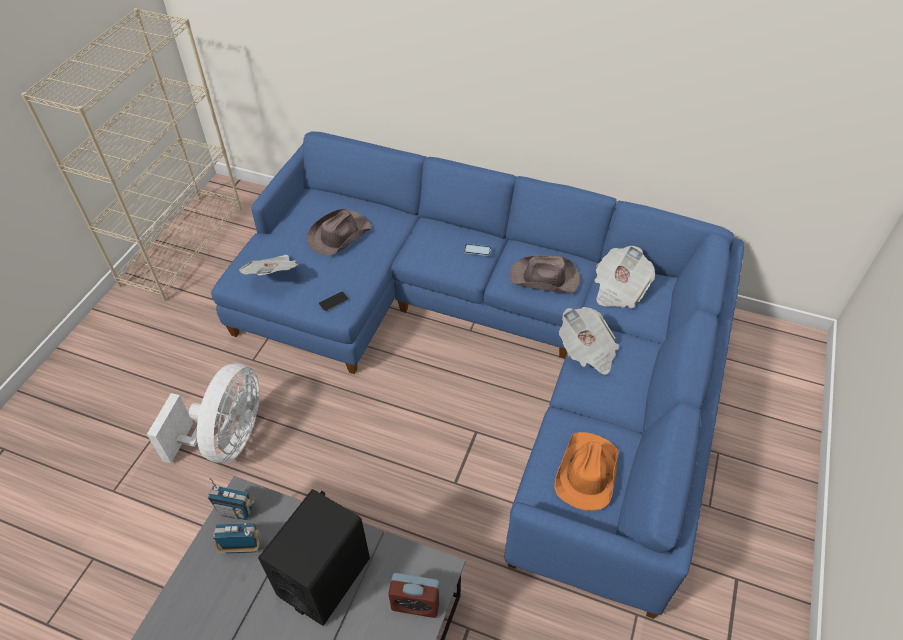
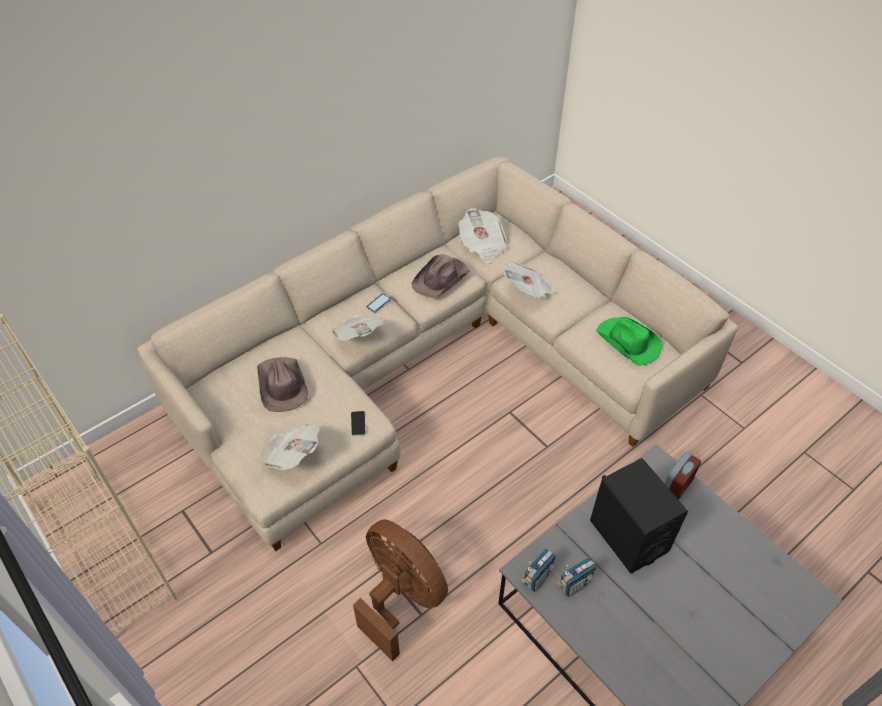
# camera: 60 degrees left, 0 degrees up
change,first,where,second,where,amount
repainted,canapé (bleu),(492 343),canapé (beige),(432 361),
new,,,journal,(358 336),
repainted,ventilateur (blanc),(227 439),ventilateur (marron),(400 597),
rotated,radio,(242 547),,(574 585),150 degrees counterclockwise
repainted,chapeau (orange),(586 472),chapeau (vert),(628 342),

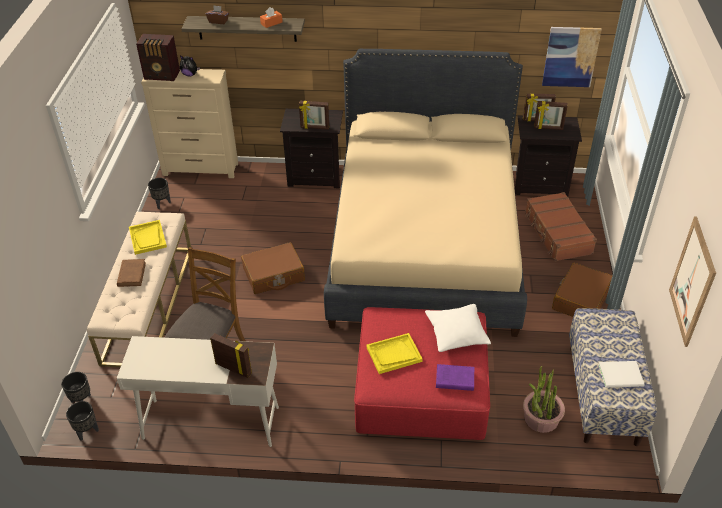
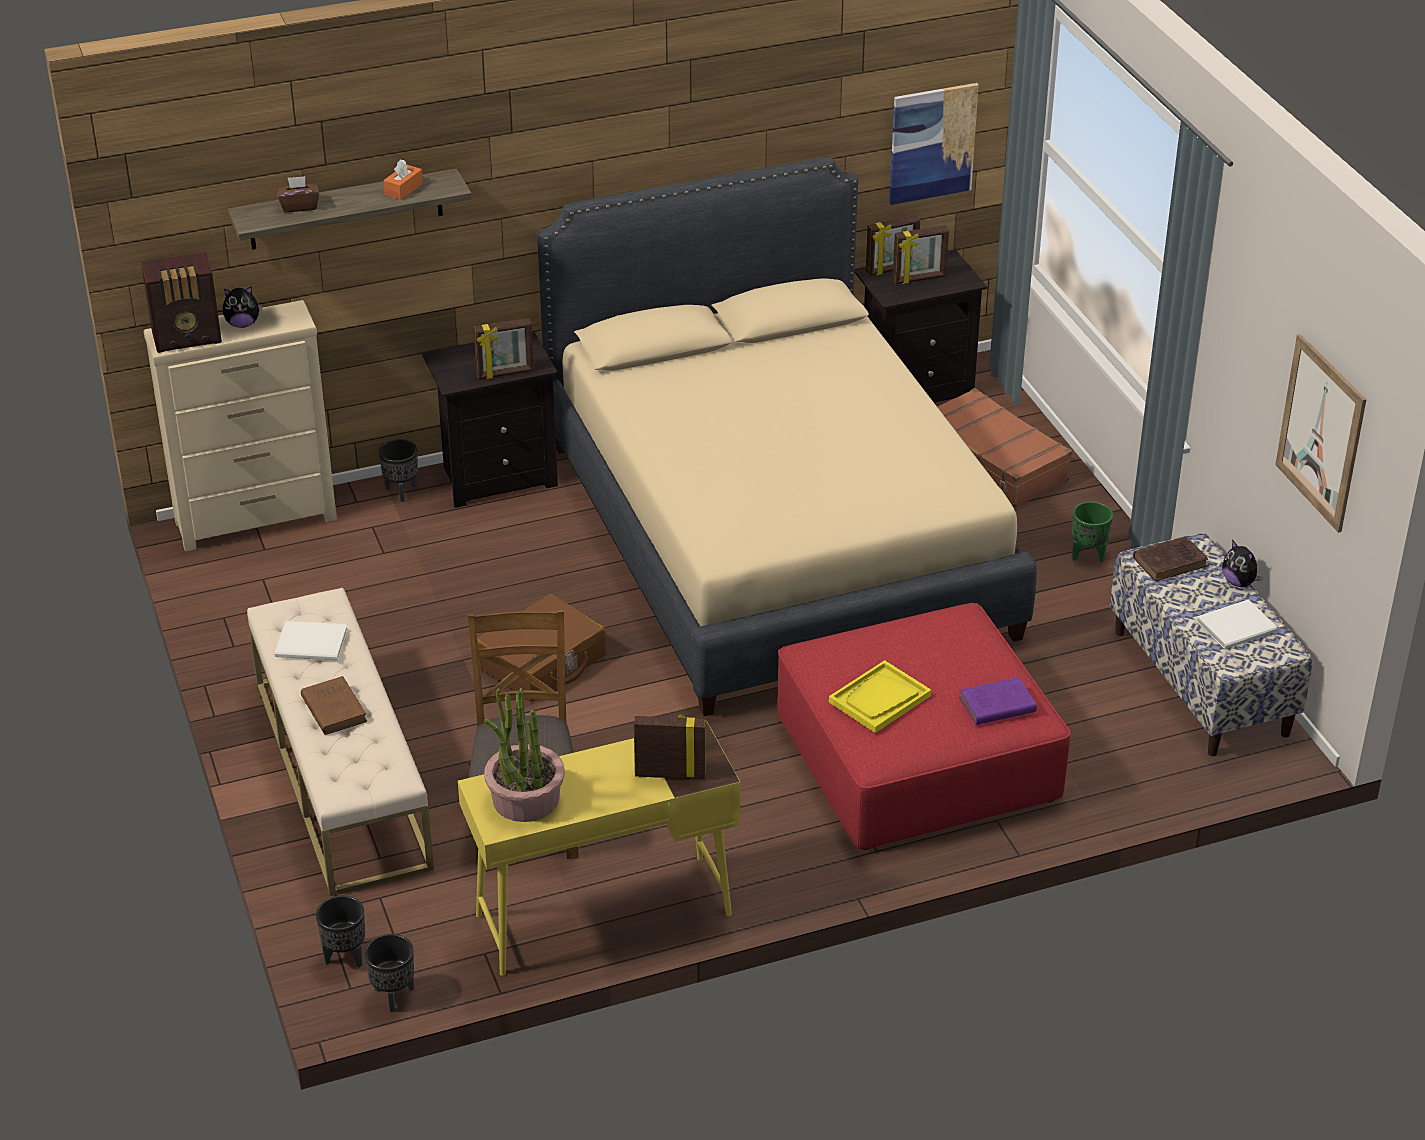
# camera: 25 degrees left, 5 degrees down
change,first,where,second,where,amount
swapped,plateau (jaune),(148 238),livre (blanc),(313 644),
shifted,cache-pot (noir),(162 204),,(401 492),
repainted,bureau (blanc),(210 422),bureau (jaune),(602 915),
shifted,plante en pot,(541 418),,(525 799),
swapped,valise (marron),(580 299),cache-pot (vert),(1088 555),
new,,,livre (marron),(1171 562),
new,,,peluche,(1239 582),
gone,coussin (blanc),(456 333),,,

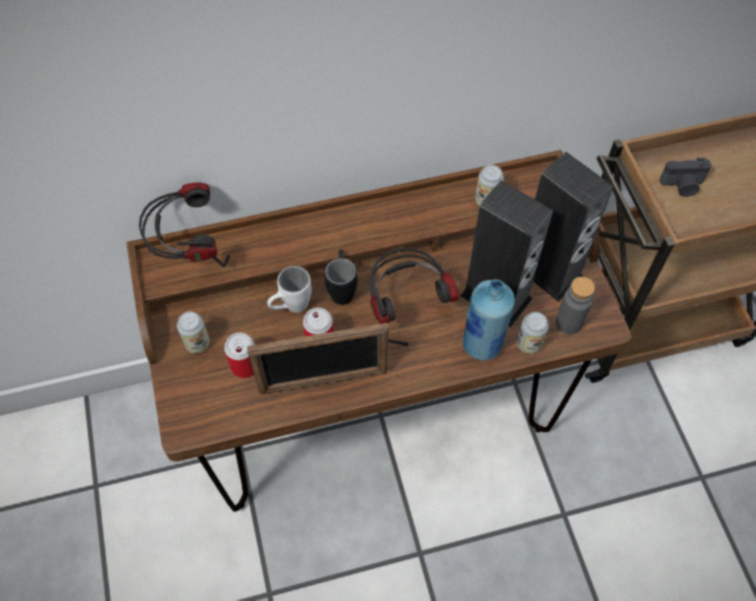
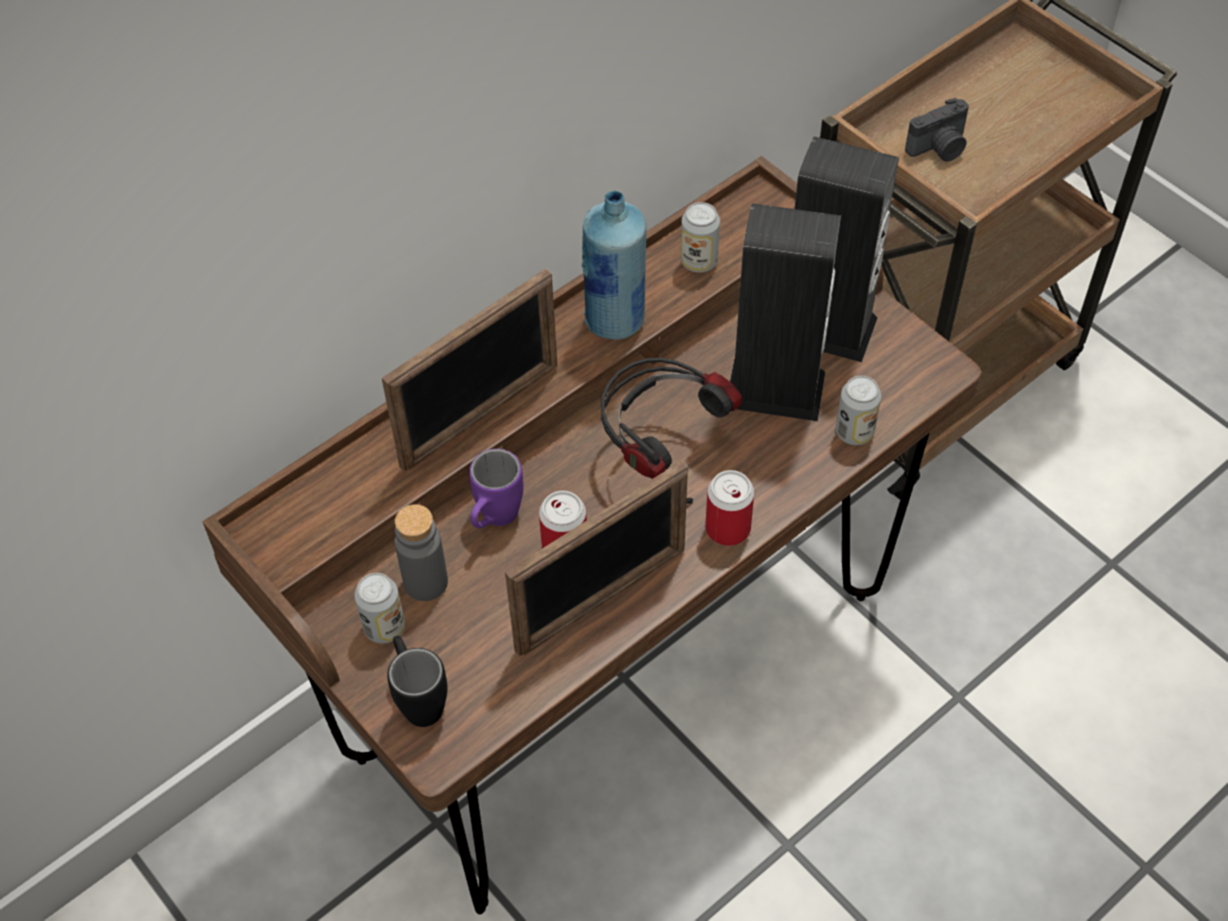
# camera: 25 degrees left, 5 degrees down
change,first,where,second,where,amount
new,,,cadre photo,(481 415),
shifted,mug (noir),(342 288),,(418 698),
shifted,bouteille (gris),(569 322),,(426 582),
repainted,mug (blanc),(290 307),mug (violet),(494 521),
shifted,bouteille (bleu),(482 345),,(615 320),
shifted,boîte métallique,(245 365),,(728 528),
gone,casque audio,(190 250),,,

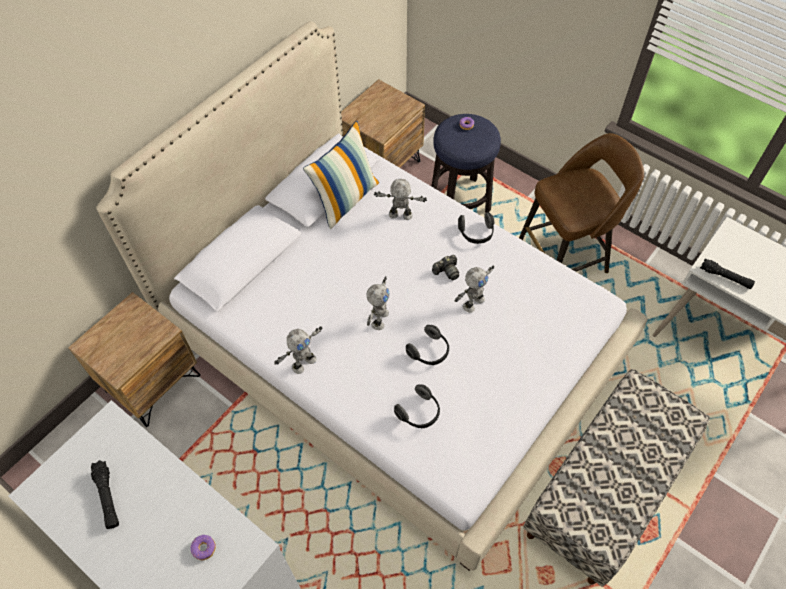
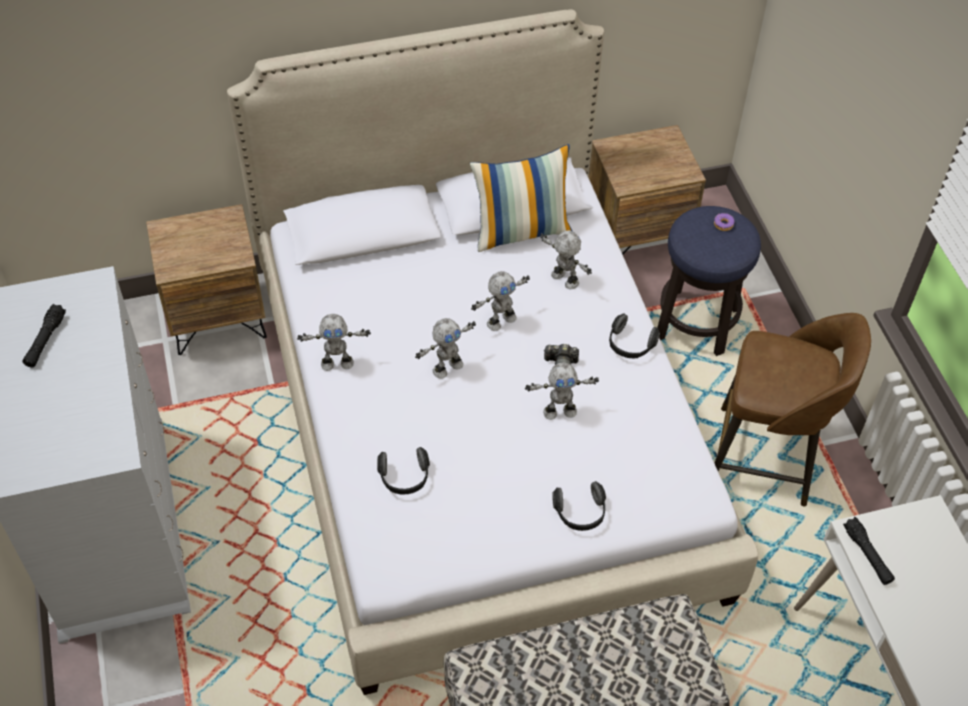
# camera: 35 degrees right, 5 degrees down
change,first,where,second,where,amount
new,,,robot jouet,(500 320),
shifted,casque audio,(429 351),,(580 513),
gone,beignet,(204 548),,,

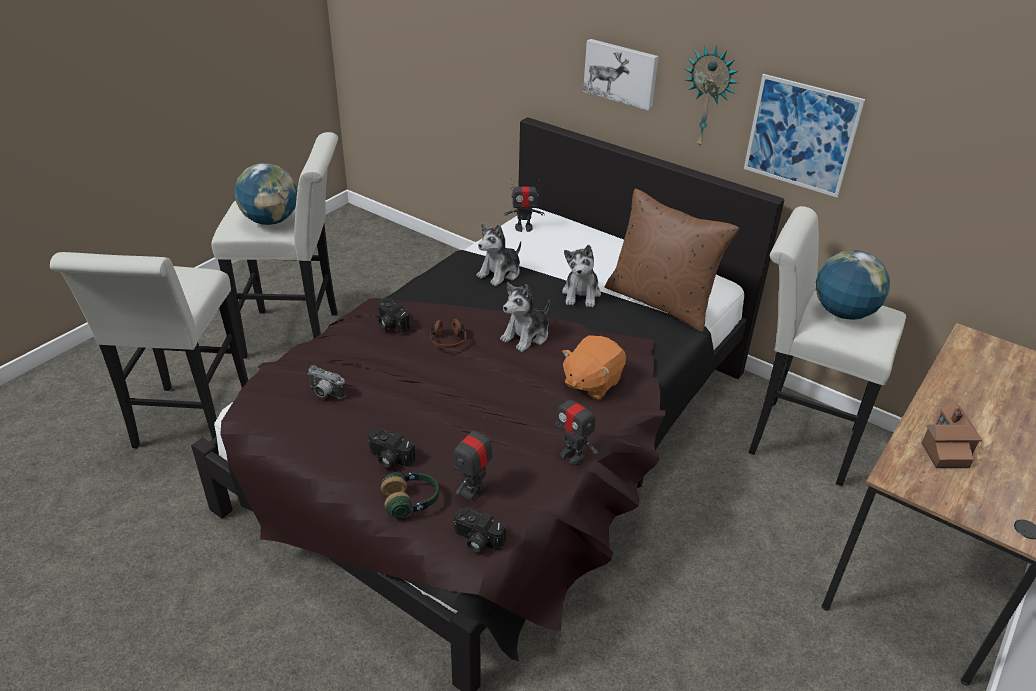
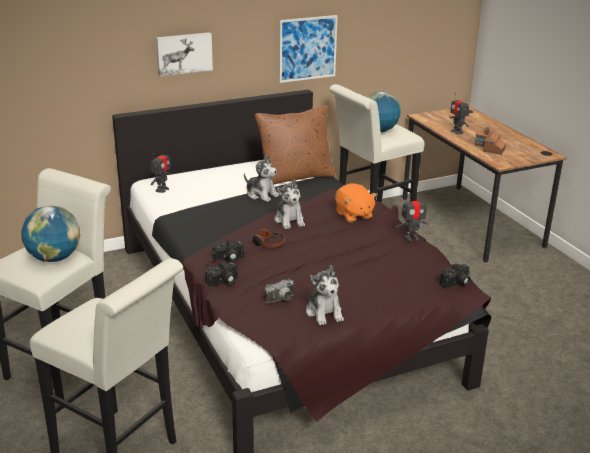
# camera: 60 degrees left, 10 degrees down
change,first,where,second,where,amount
shifted,appareil photo,(389 458),,(223 282),
shifted,peluche,(500 273),,(324 312),
shifted,robot jouet,(473 490),,(457 132),
gone,casque audio,(411 501),,,
gone,horloge murale,(709 97),,,

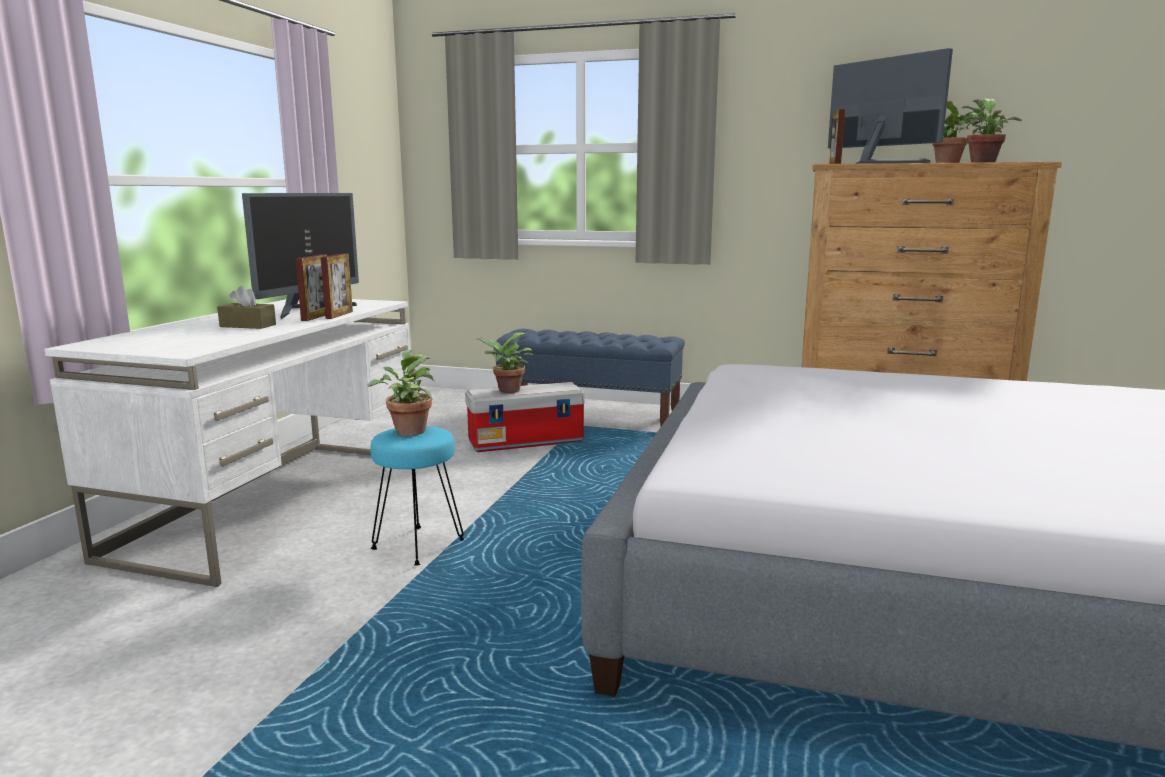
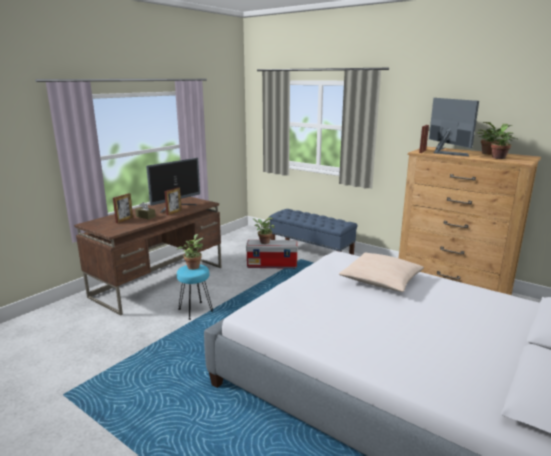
# camera: 20 degrees right, 5 degrees up
change,first,where,second,where,amount
repainted,bureau (blanc),(278 502),bureau (marron),(159 281),
shifted,cadre photo,(339 315),,(124 220),
new,,,coussin (beige),(381 280),

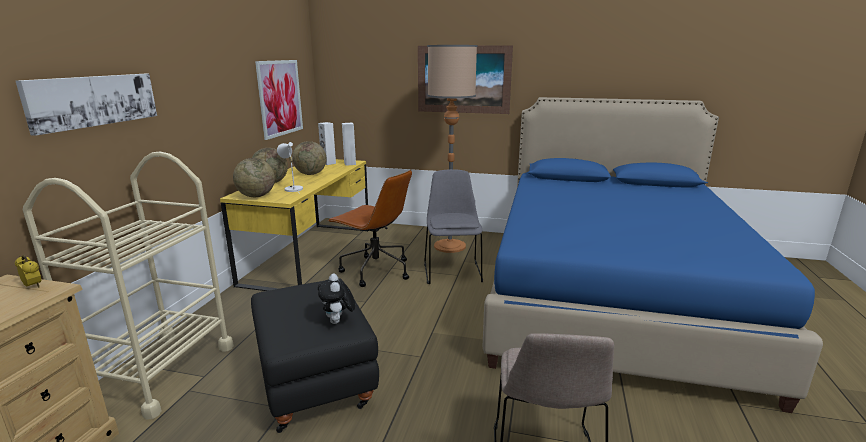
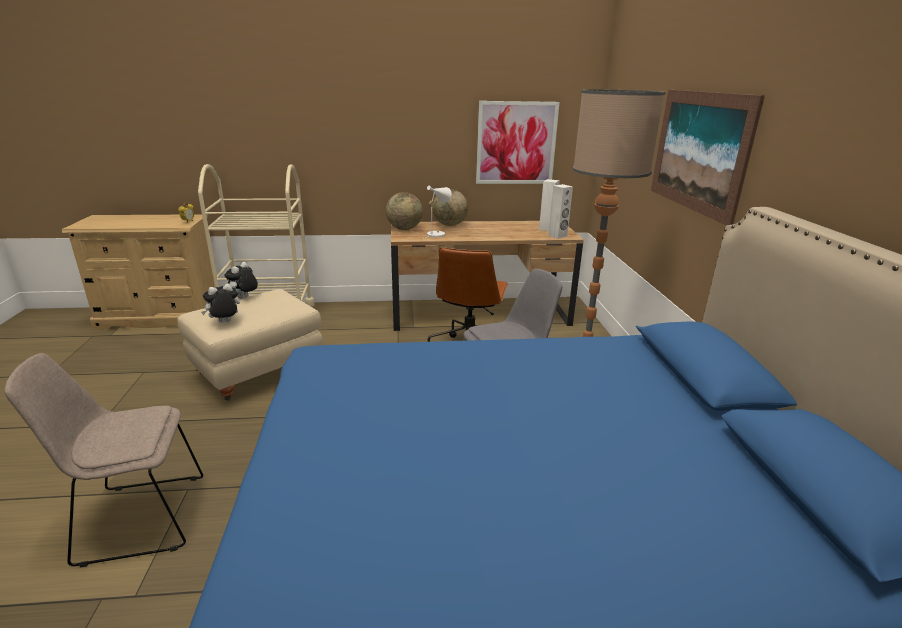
# camera: 70 degrees right, 5 degrees up
change,first,where,second,where,amount
repainted,pouf (noir),(317 384),pouf (beige),(258 374),
new,,,peluche,(244 298),
repainted,bureau (jaune),(311 254),bureau (marron),(479 313),
gone,tableau,(94 100),,,
gone,globe,(311 174),,,

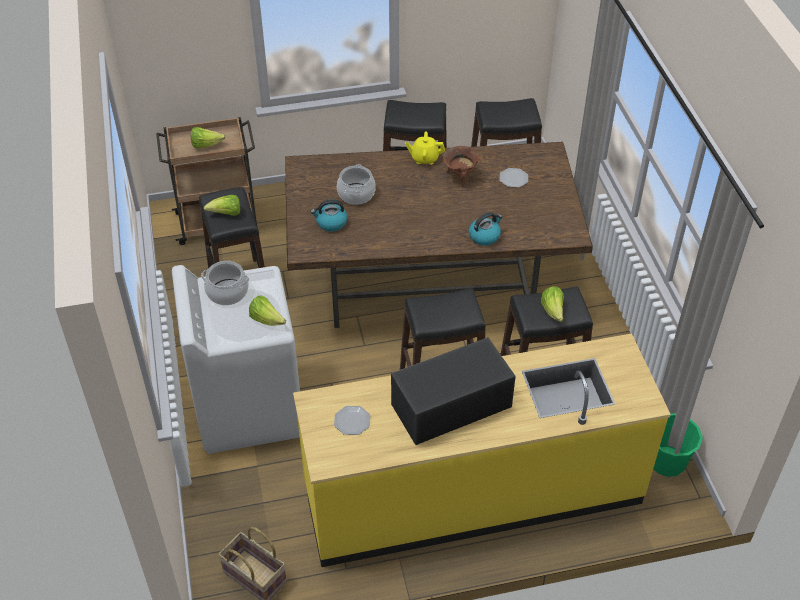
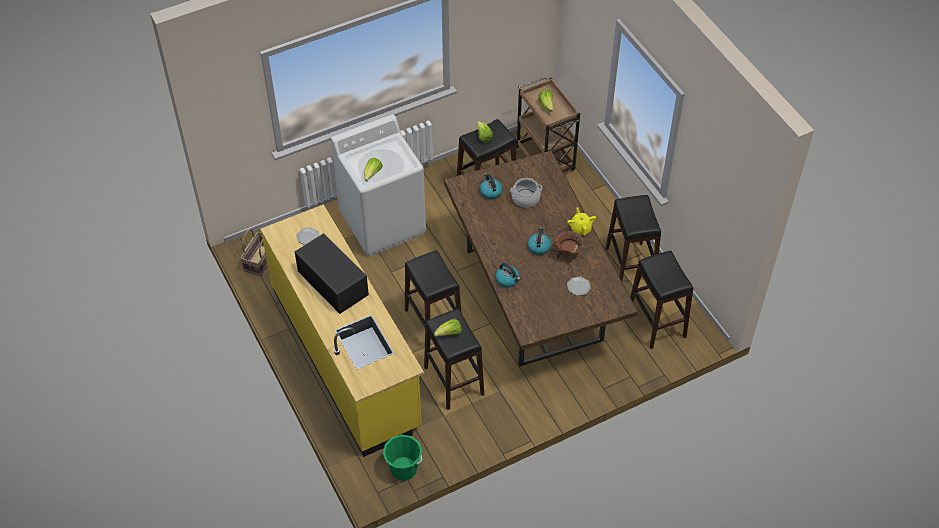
# camera: 75 degrees right, 5 degrees up
change,first,where,second,where,amount
new,,,bouilloire,(538 247),
gone,marmite,(227 292),,,

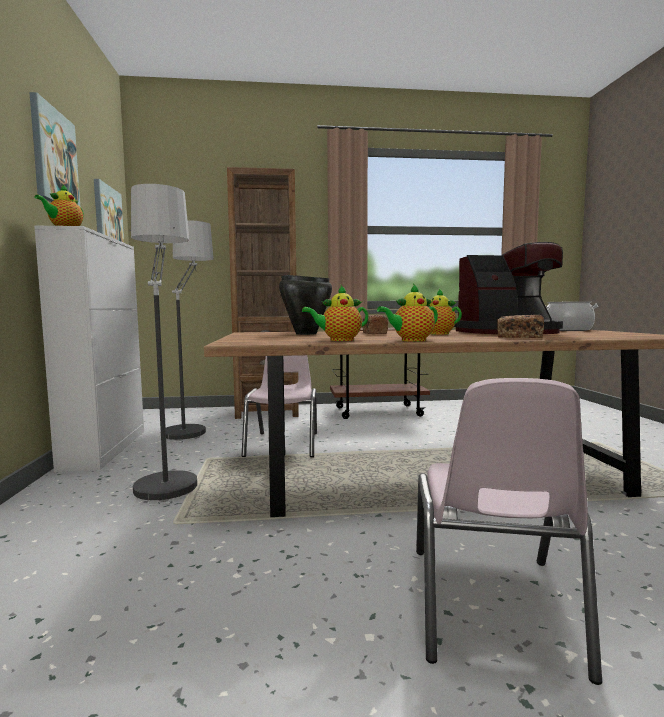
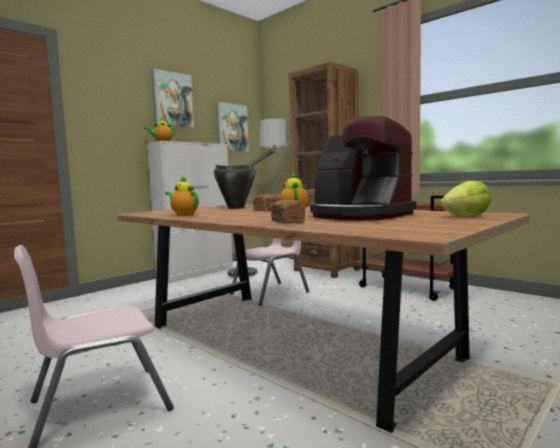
# camera: 50 degrees right, 0 degrees up
change,first,where,second,where,amount
swapped,marmite,(567 330),laitue,(466 216),
gone,lampadaire,(166 473),,,
gone,théière,(410 340),,,

